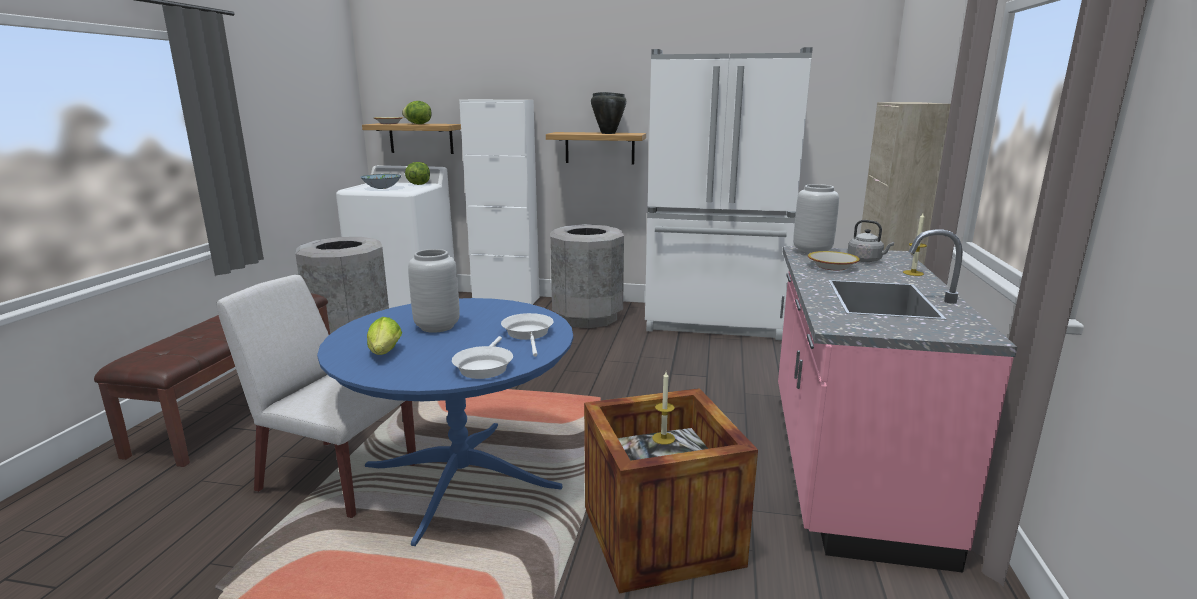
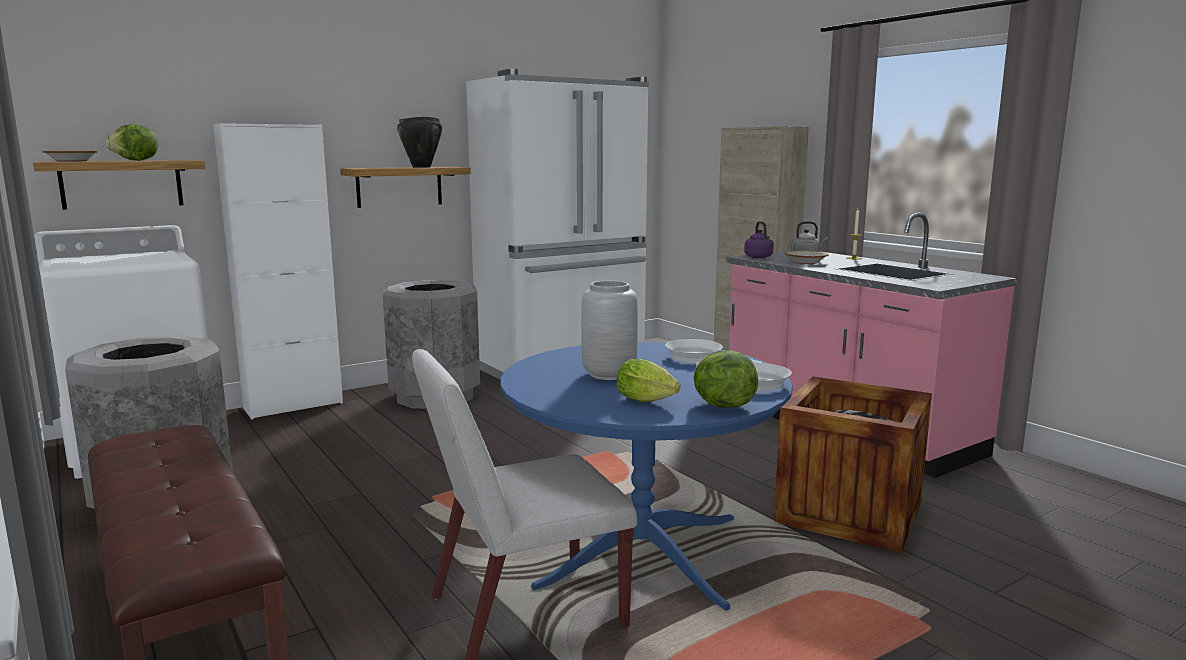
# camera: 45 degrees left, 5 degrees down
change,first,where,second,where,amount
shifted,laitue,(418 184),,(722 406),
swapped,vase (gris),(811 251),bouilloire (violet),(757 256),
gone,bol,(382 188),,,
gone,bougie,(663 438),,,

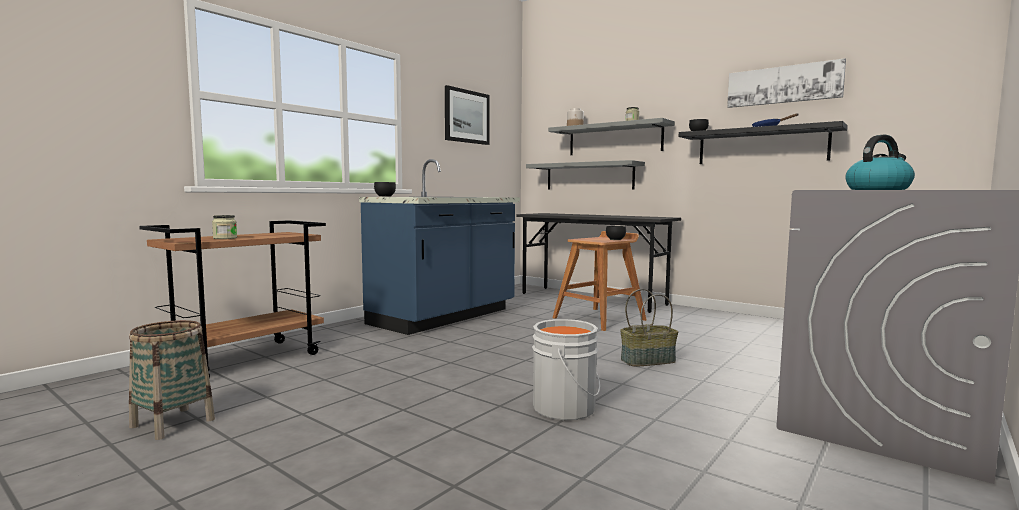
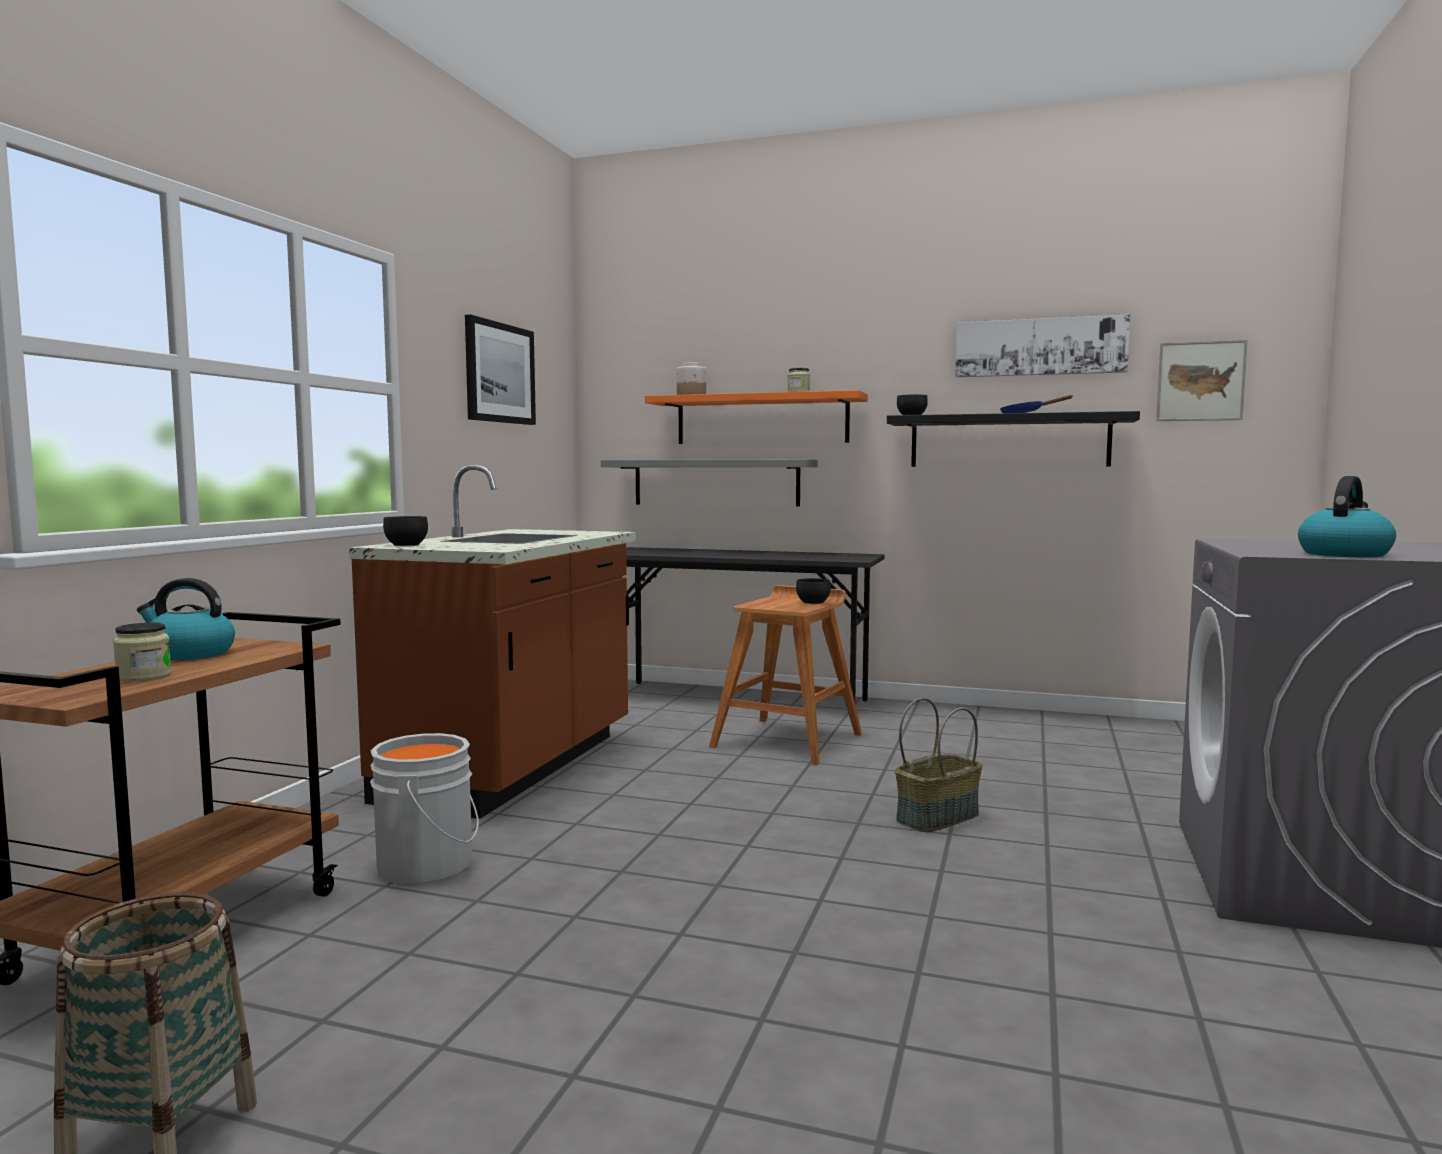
# camera: 20 degrees left, 0 degrees up
change,first,where,second,where,amount
new,,,bouilloire,(188 654),
repainted,comptoir de cuisine (bleu),(445 317),comptoir de cuisine (marron),(514 768),
shifted,seau (gris),(567 408),,(430 865),
repainted,étagère (gris),(614 139),étagère (orange),(761 420),
new,,,tableau,(1200 381),

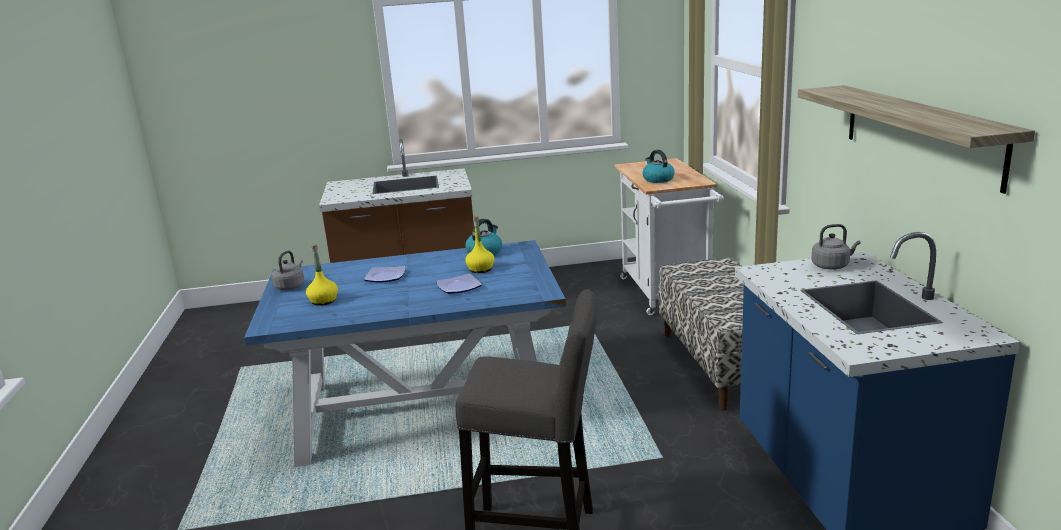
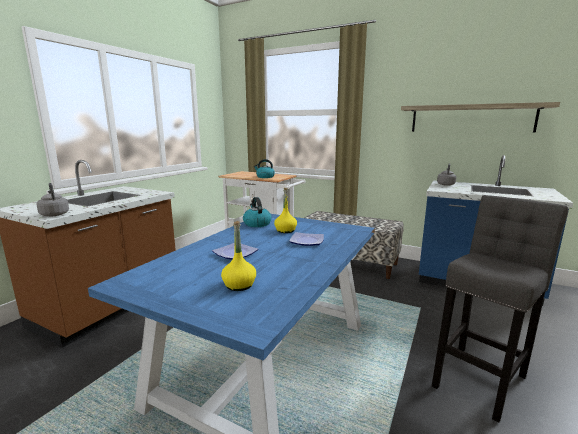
# camera: 55 degrees left, 5 degrees down
change,first,where,second,where,amount
shifted,bouilloire (gris),(291 286),,(54 214),

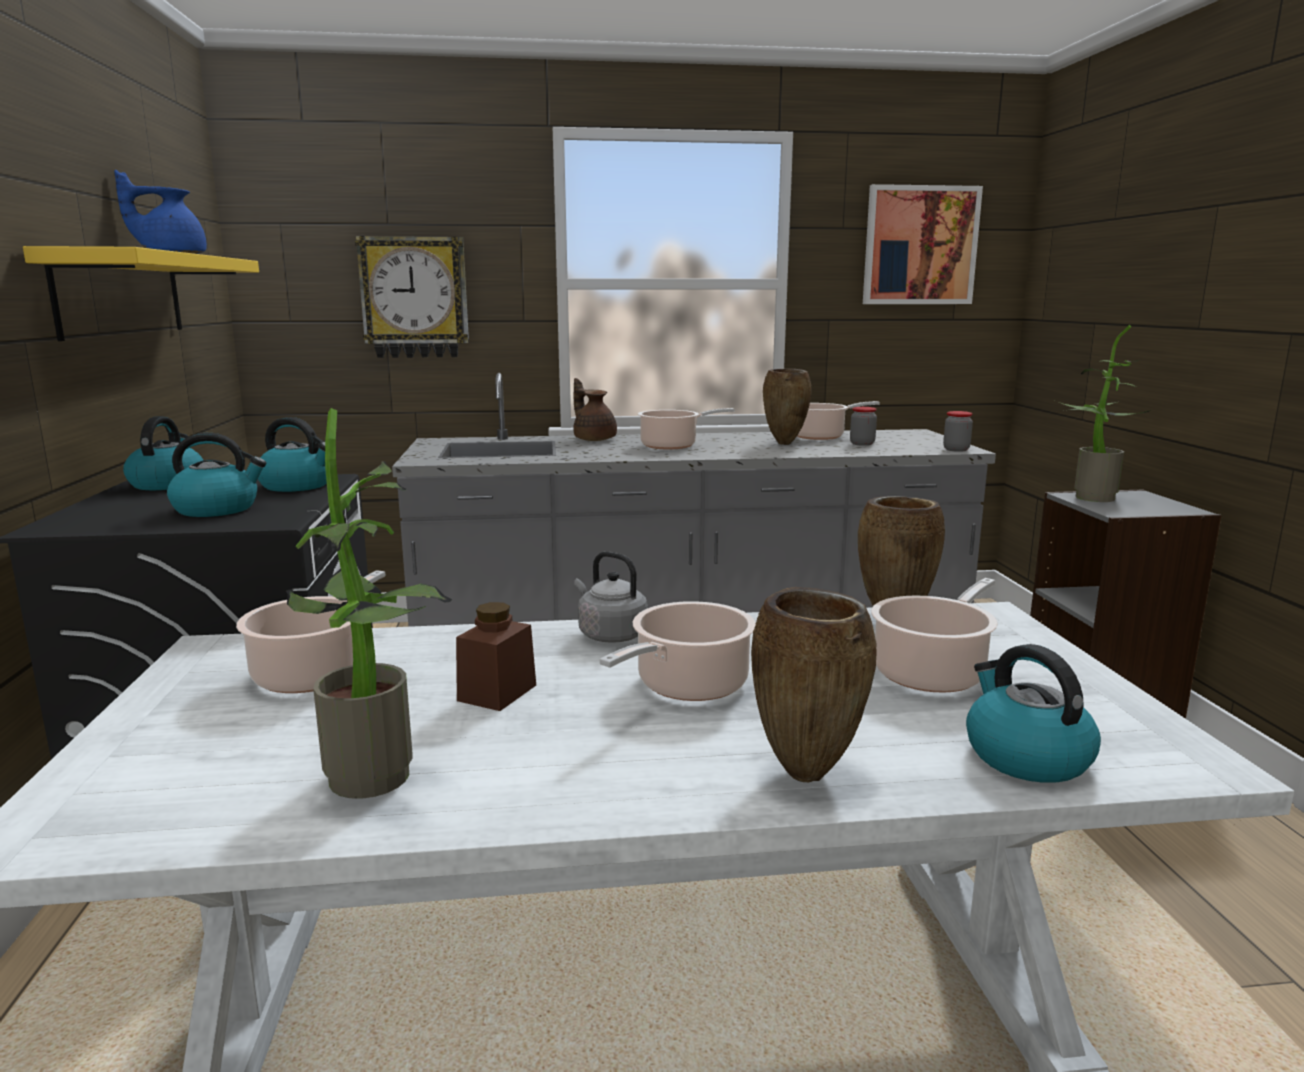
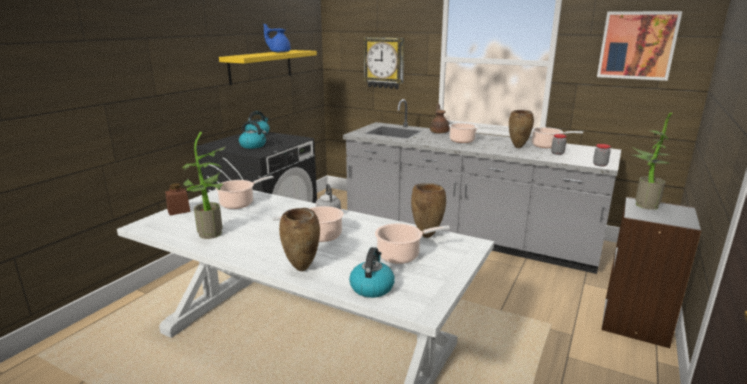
# camera: 35 degrees right, 5 degrees up
change,first,where,second,where,amount
shifted,bocal (marron),(497 693),,(179 211),
gone,bouilloire,(298 485),,,

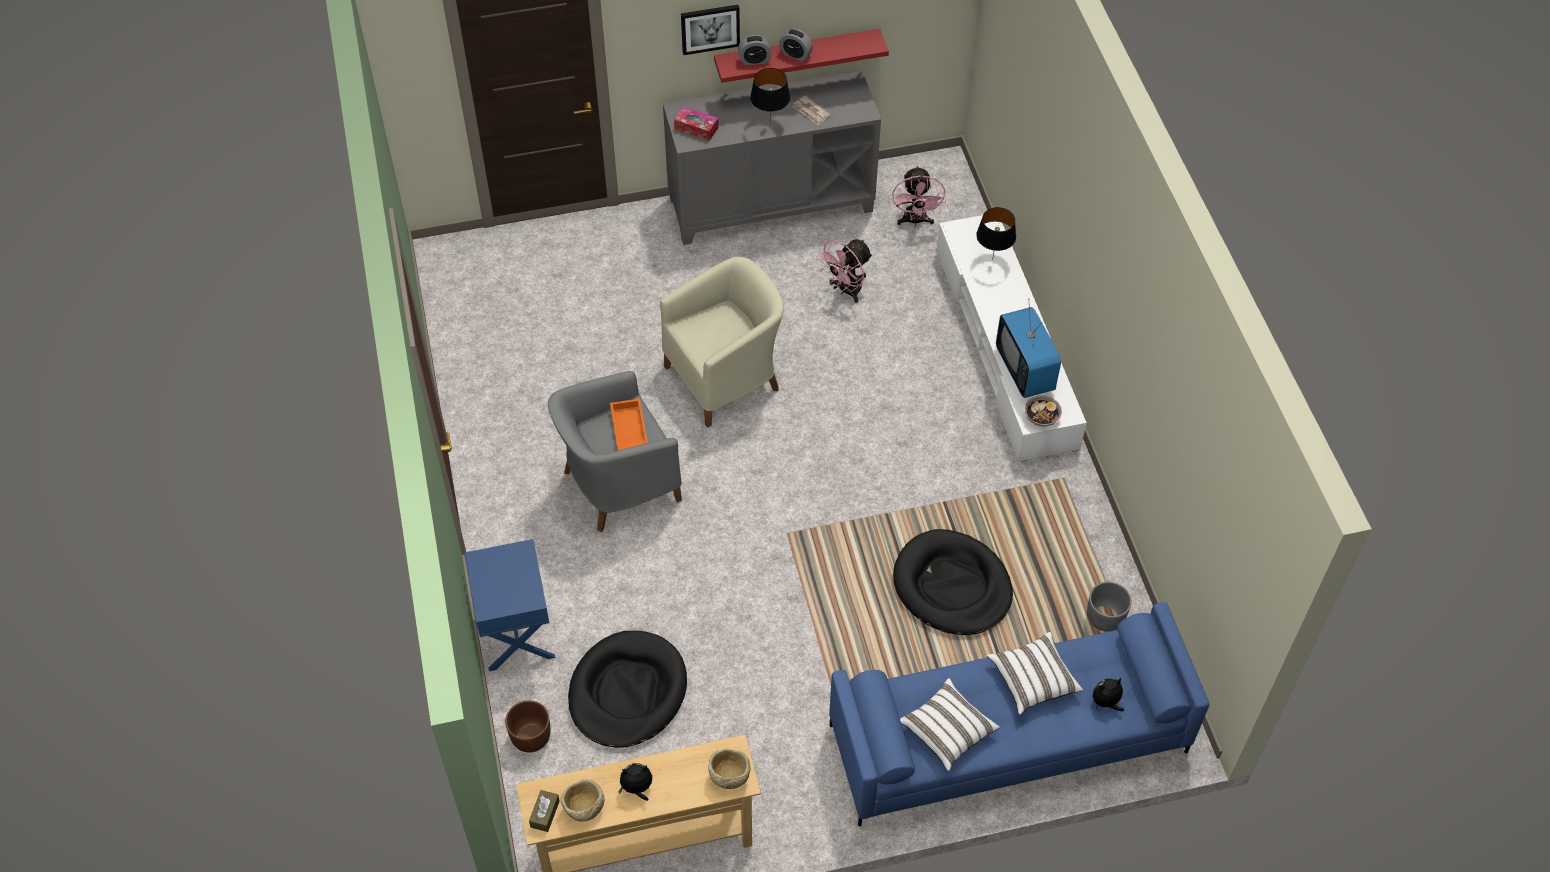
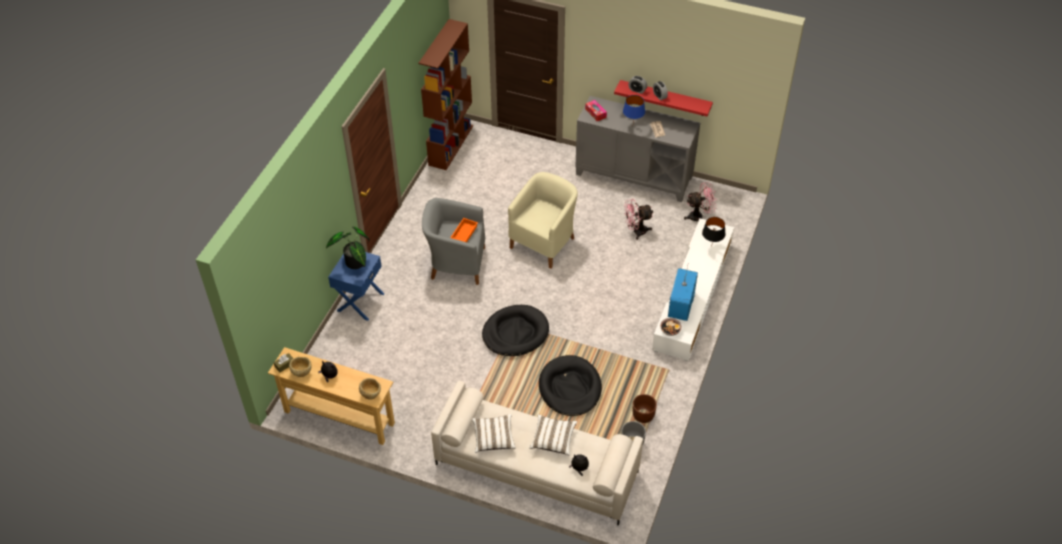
# camera: 35 degrees right, 5 degrees down
change,first,where,second,where,amount
new,,,plante en pot,(355 264),
new,,,bibliothèque (marron),(450 145),
repainted,canapé (bleu),(1007 740),canapé (blanc),(535 468),
shifted,panier pour chien (noir),(627 692),,(515 333),
rotated,fauteuil (beige),(725 378),,(544 242),60 degrees counterclockwise
repainted,lampe de table (noir),(769 124),lampe de table (bleu),(632 126),
shifted,cache-pot (marron),(530 737),,(643 415),
rotated,ventilateur (rose),(915 221),,(699 216),135 degrees counterclockwise
gone,tableau,(710 28),,,

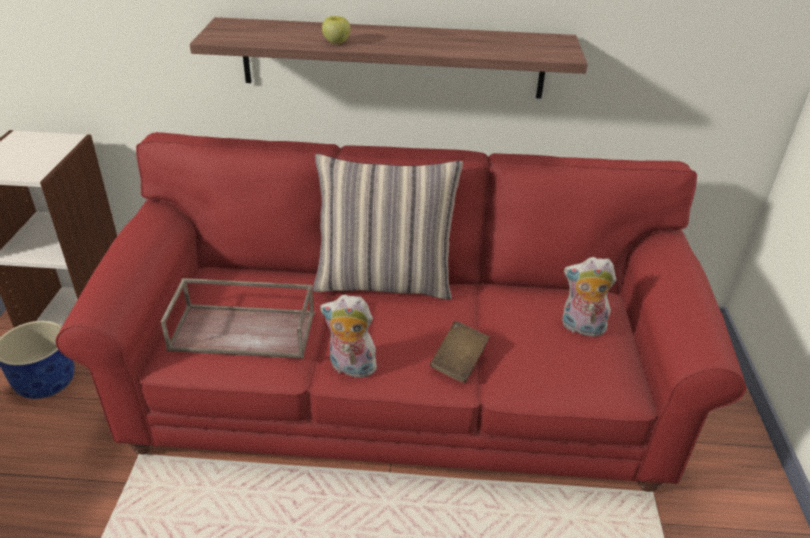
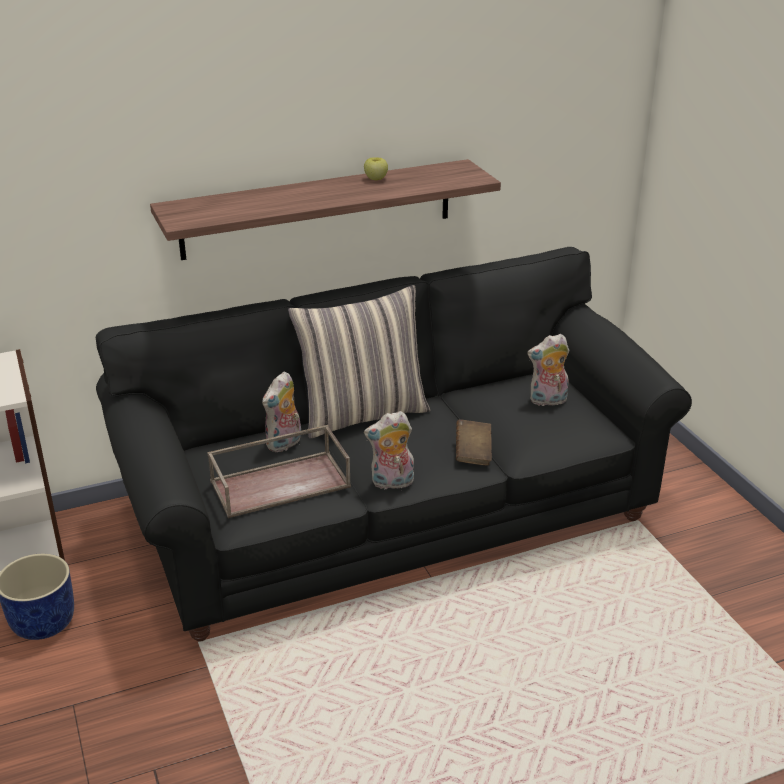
# camera: 25 degrees left, 5 degrees down
change,first,where,second,where,amount
repainted,canapé (rouge),(401 385),canapé (noir),(392 513),
new,,,peluche,(285 444),
shifted,pomme,(336 42),,(375 179),

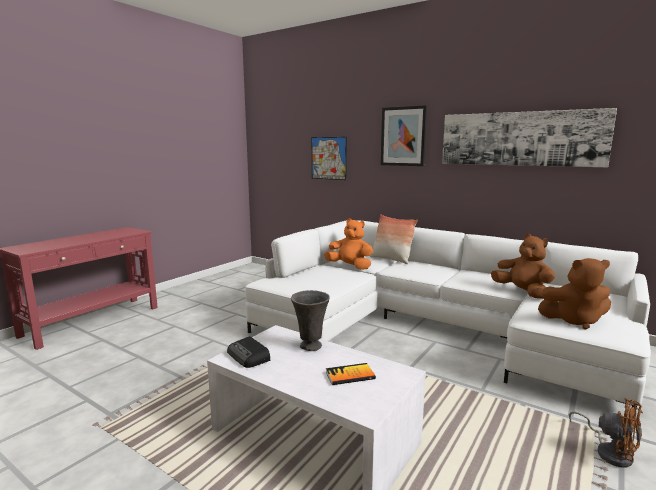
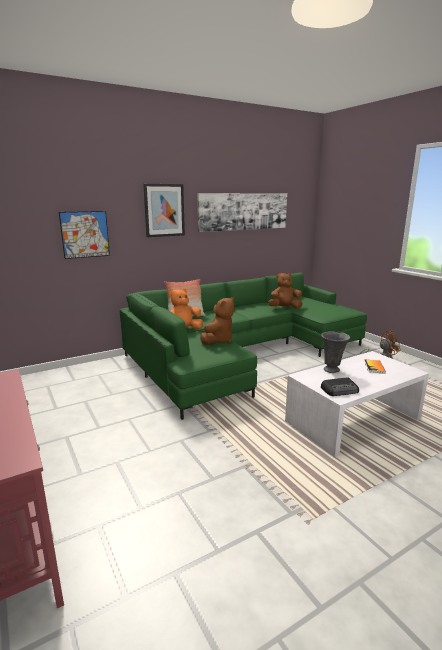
# camera: 65 degrees left, 5 degrees up
change,first,where,second,where,amount
repainted,canapé (blanc),(431 327),canapé (vert),(241 352),
shifted,peluche (marron),(574 320),,(218 340),

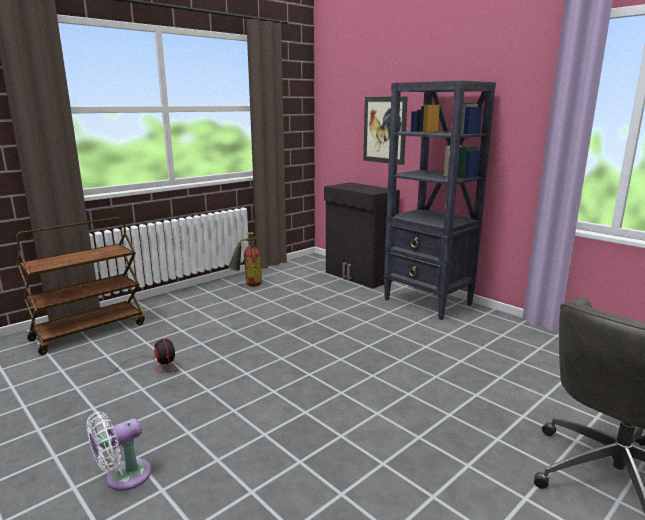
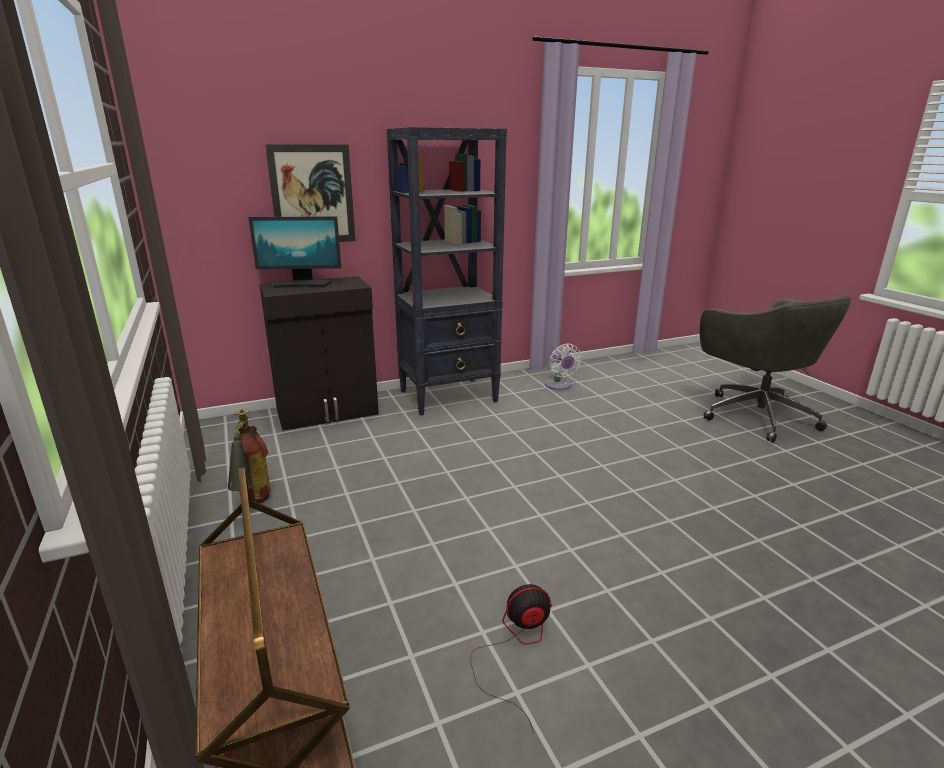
# camera: 70 degrees left, 5 degrees up
change,first,where,second,where,amount
new,,,écran d'ordinateur,(301 284),
shifted,ventilateur (blanc),(123 477),,(559 386),

